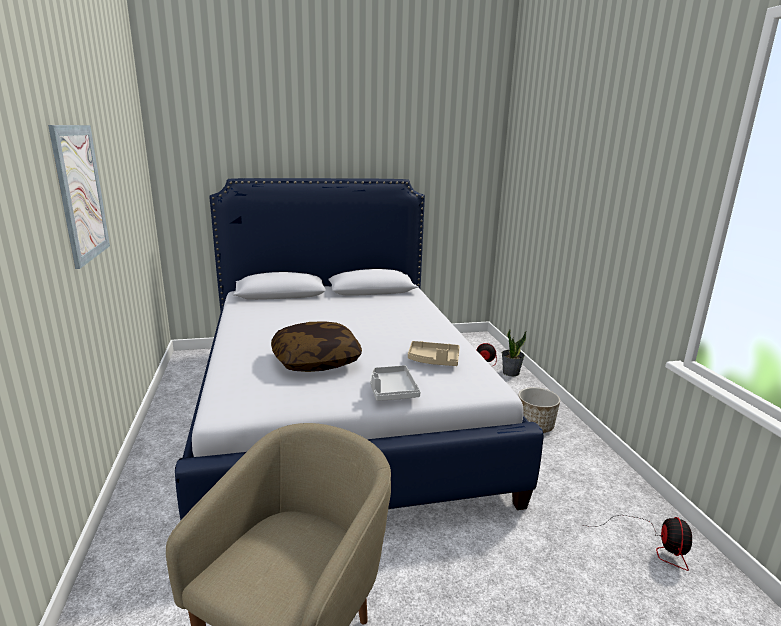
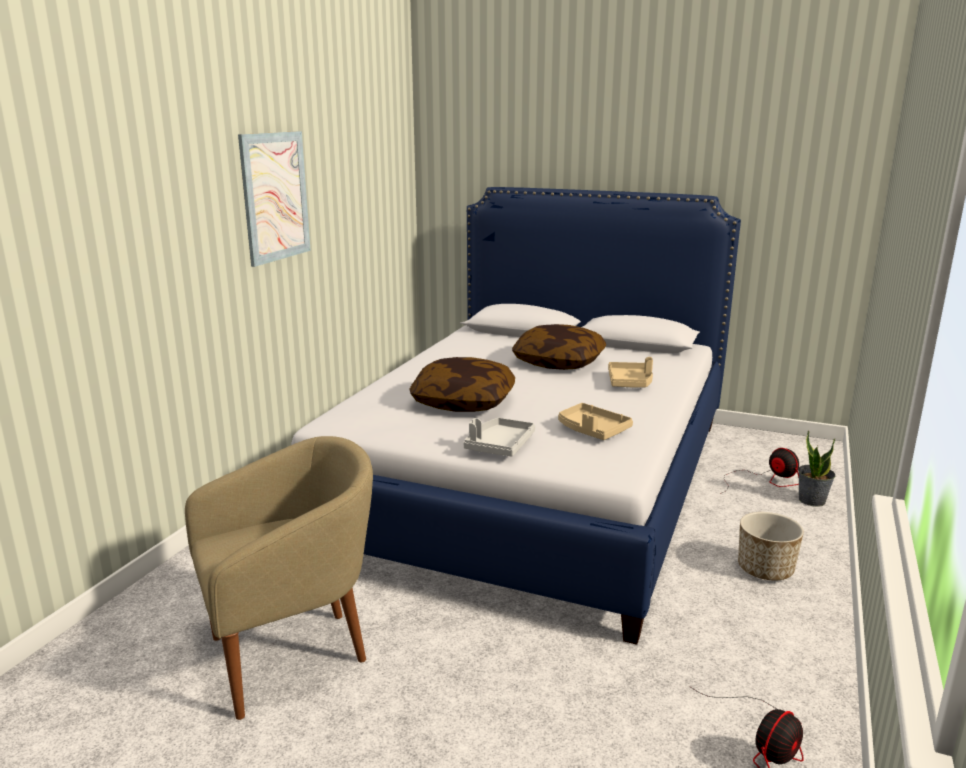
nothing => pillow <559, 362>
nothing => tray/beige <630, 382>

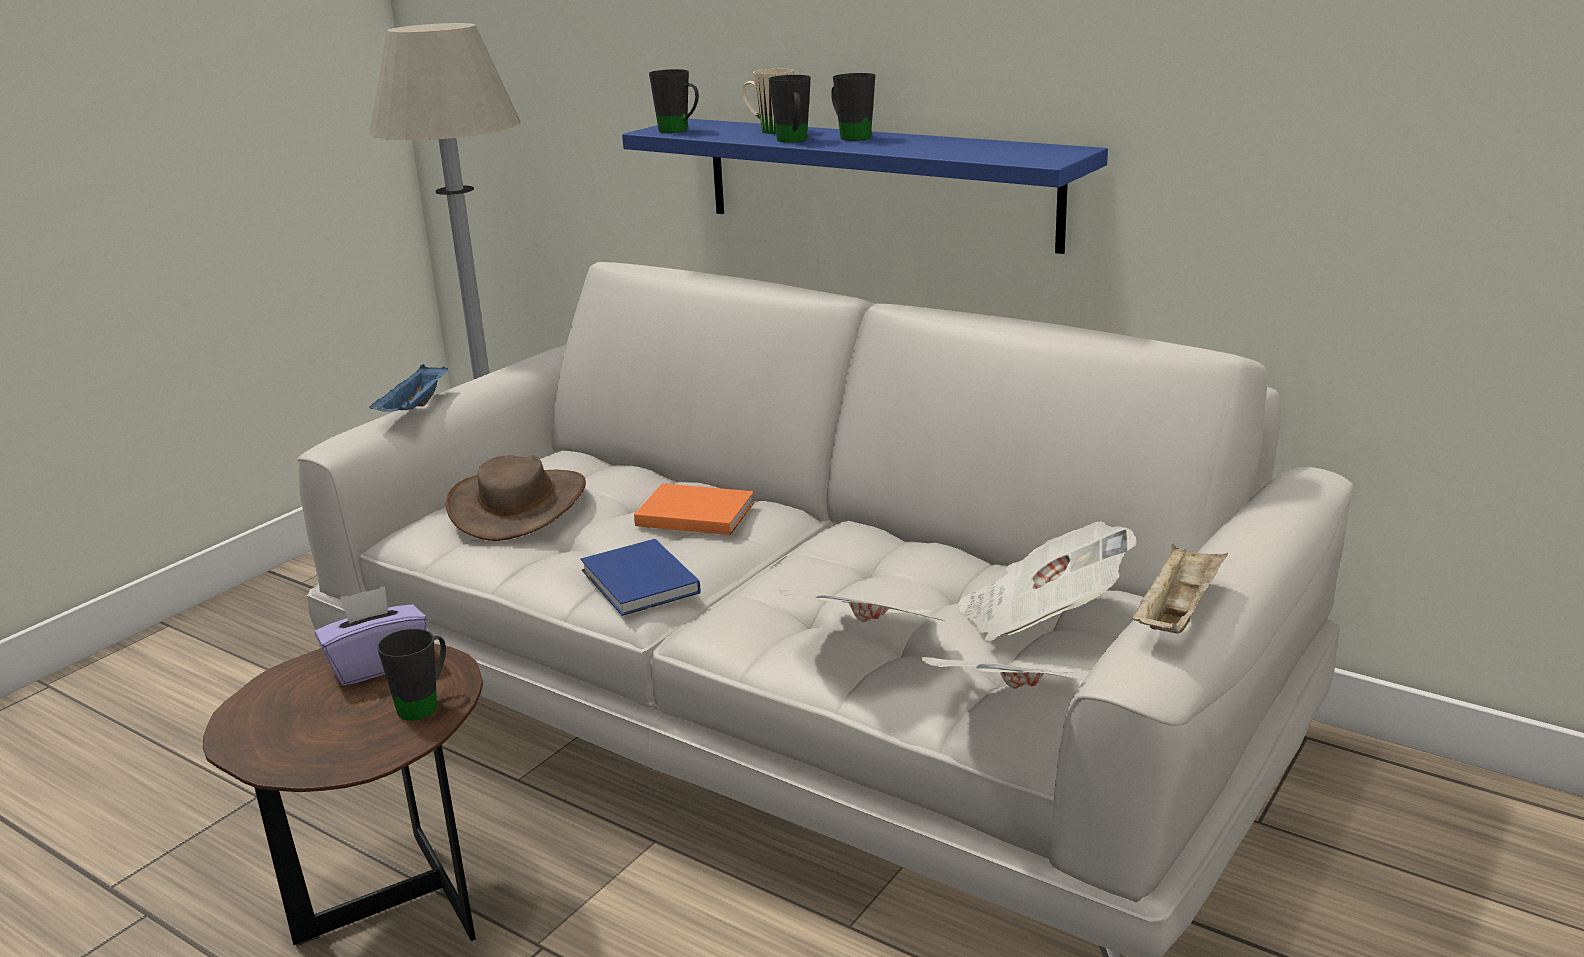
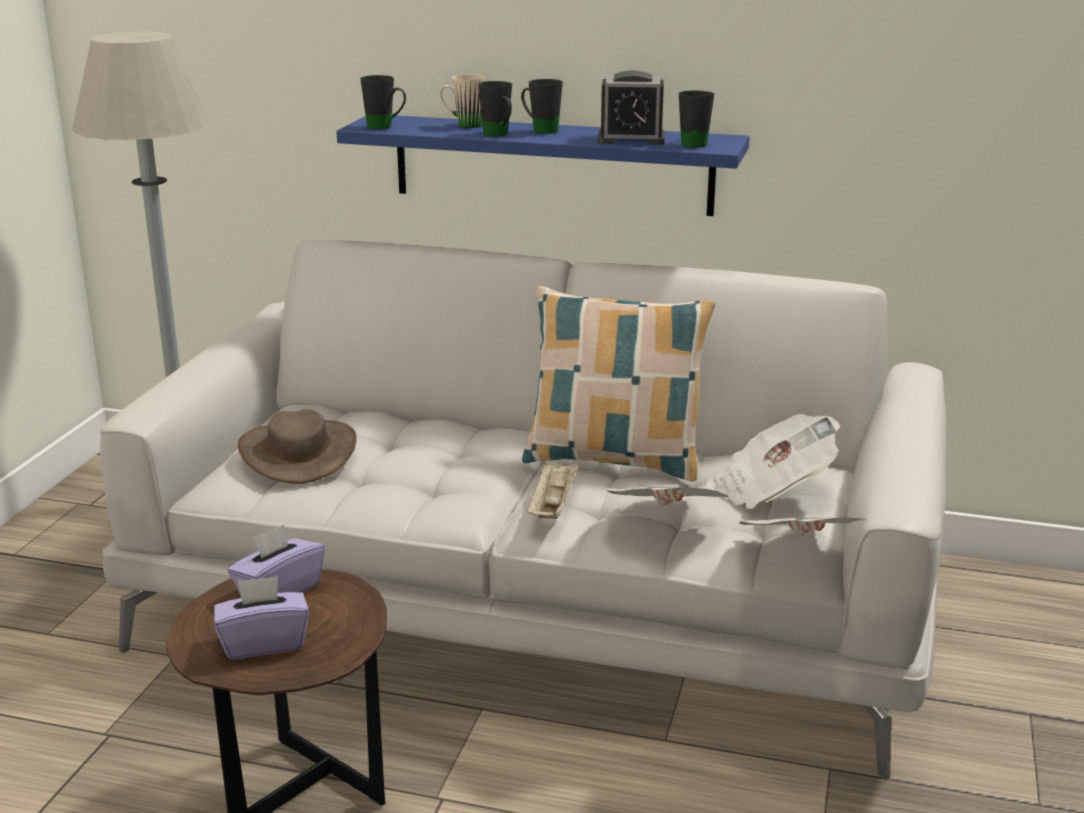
tray/blue <415, 409> => nothing
book/orange <693, 513> => nothing
book/blue <639, 583> => nothing
tray/beige <1177, 613> => tray/beige <552, 506>, shifted
mug/black <425, 704> => mug/black <694, 143>, shifted
nothing => alarm clock <631, 139>
nothing => pillow <614, 460>
nothing => tissue box/purple <264, 643>

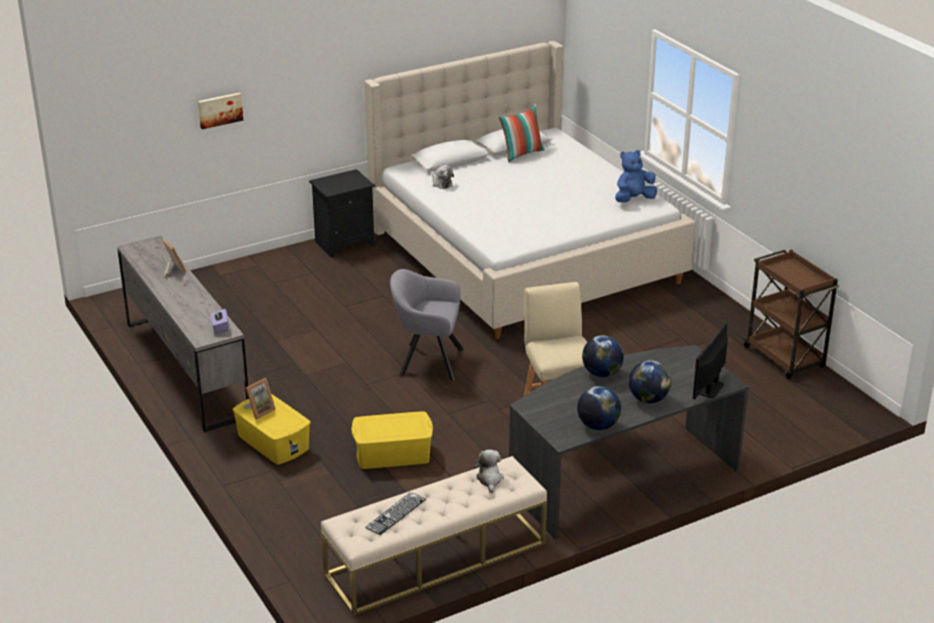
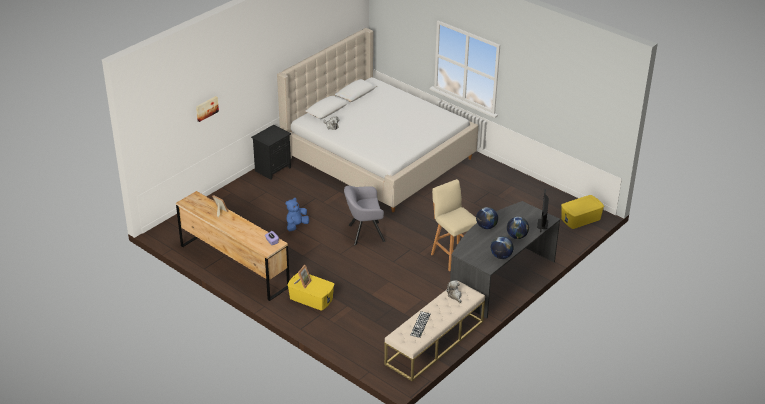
pillow <521, 154> => nothing
plush toy/blue <633, 199> => plush toy/blue <296, 226>, shifted
dresser/grey <186, 369> => dresser/brown <234, 266>
cart/brown <785, 358> => nothing
storage box/yellow <393, 455> => storage box/yellow <581, 219>, shifted

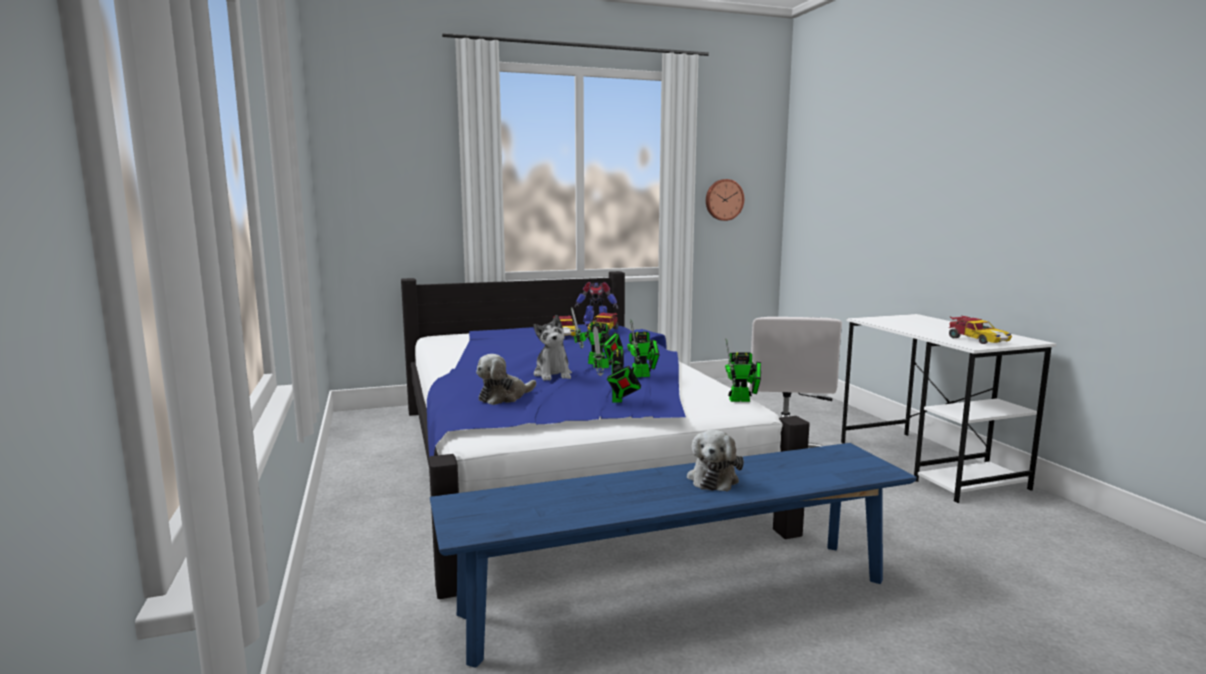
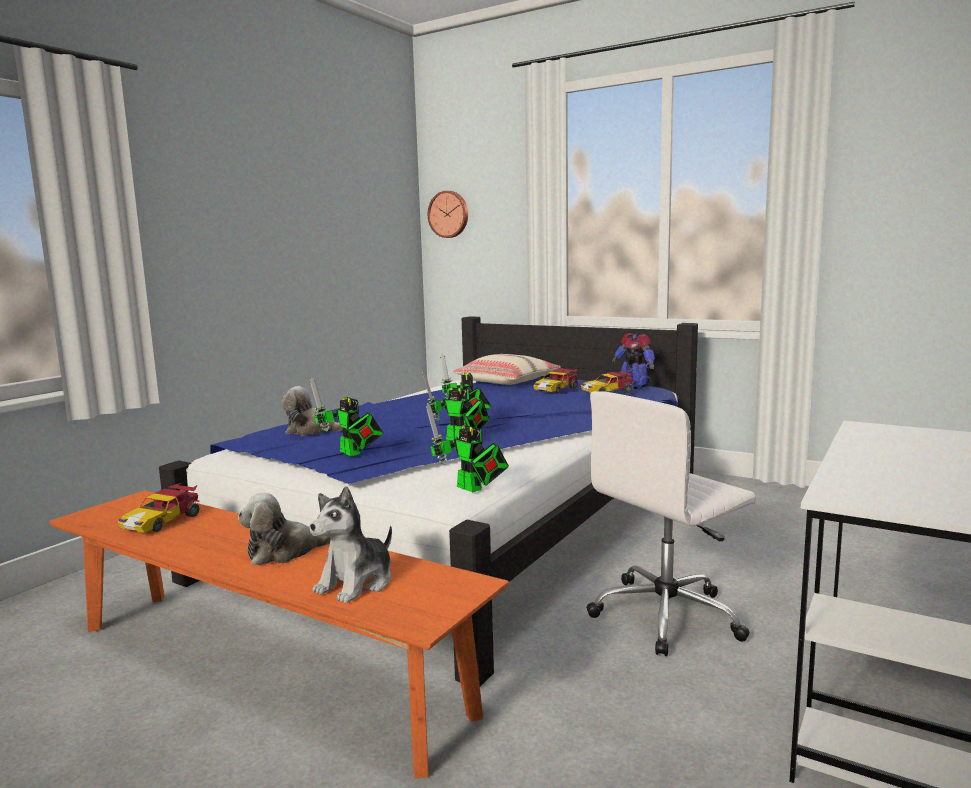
wall clock <723, 200> => wall clock <449, 214>, shifted
plush toy <553, 375> => plush toy <356, 583>, shifted
toy car <976, 340> => toy car <163, 522>, shifted
toy robot <617, 400> => toy robot <352, 453>, 90 degrees counterclockwise
bench/blue <679, 597> => bench/orange <262, 668>
nothing => pillow/beige <507, 381>

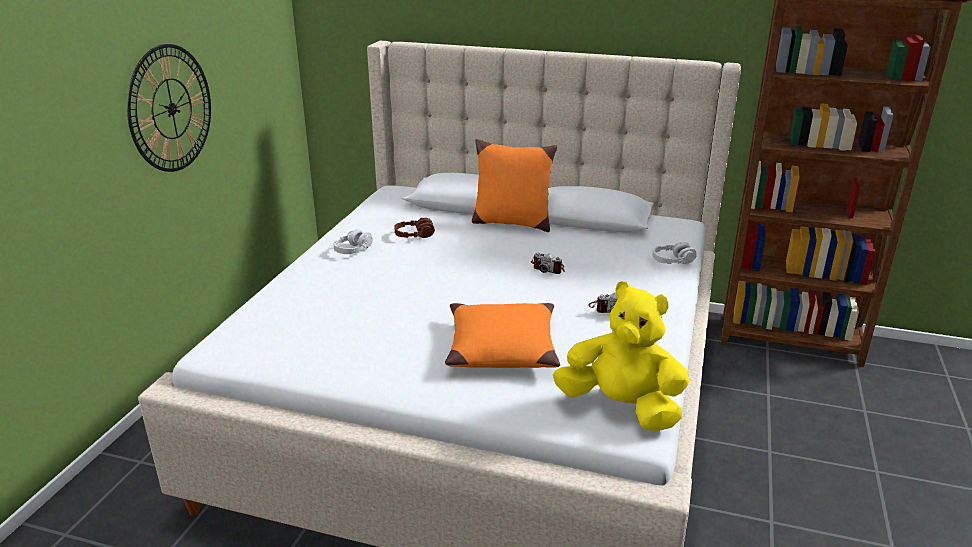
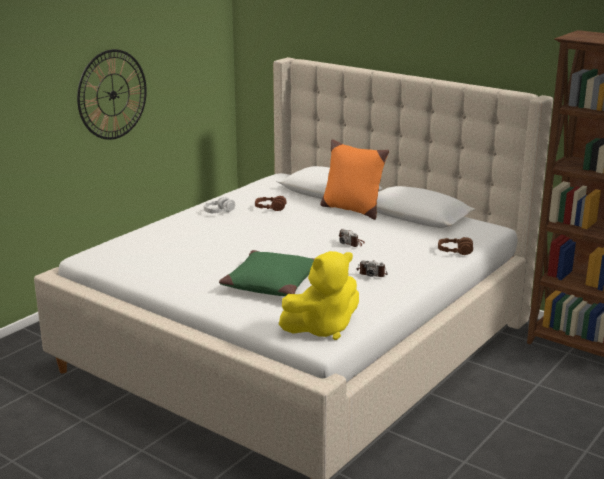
headphones/grey <672, 261> => headphones/brown <455, 251>
plush toy/yellow <621, 407> => plush toy/yellow <322, 328>, 105 degrees clockwise
pillow/orange <501, 348> => pillow/green <271, 283>

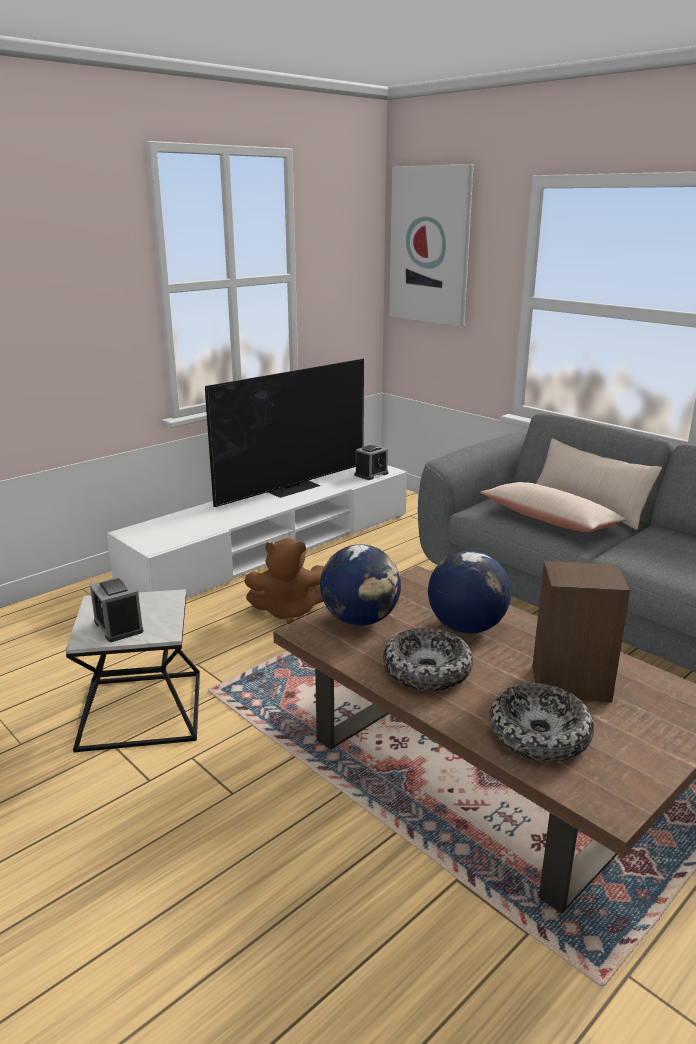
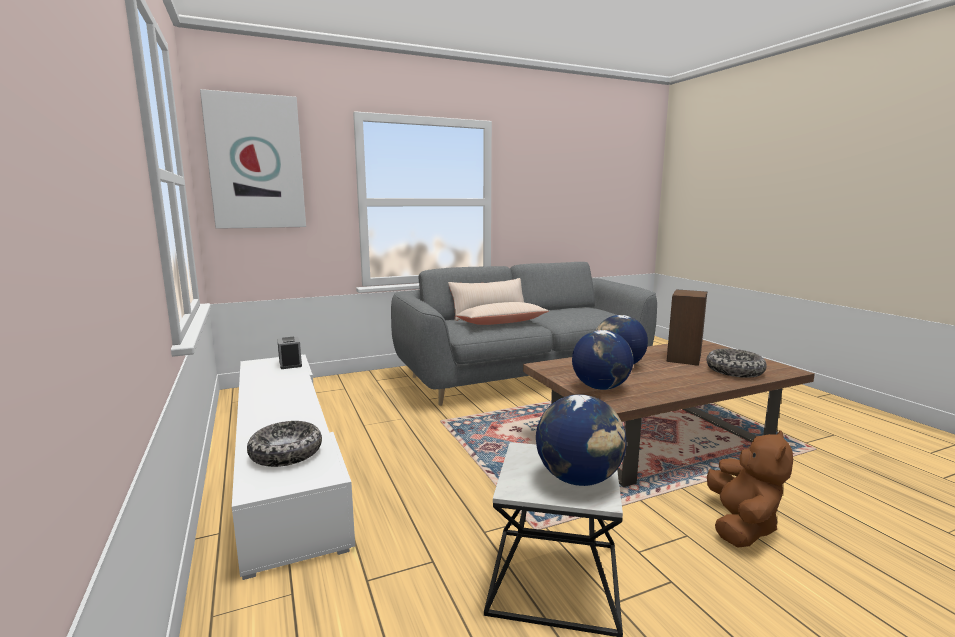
television <293, 487> => nothing
plush toy/brown <289, 611> => plush toy/brown <741, 525>, shifted
alarm clock <118, 626> => globe <579, 479>
bowl <427, 671> => bowl <286, 453>, shifted

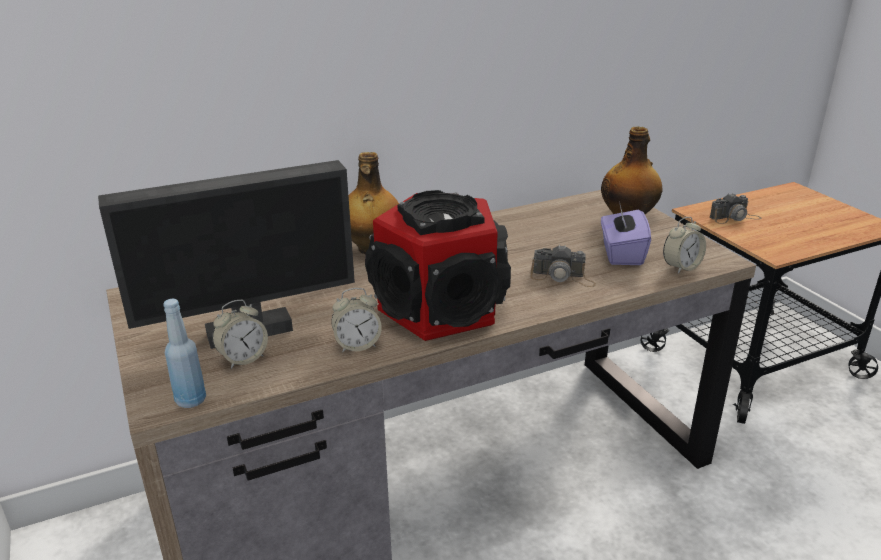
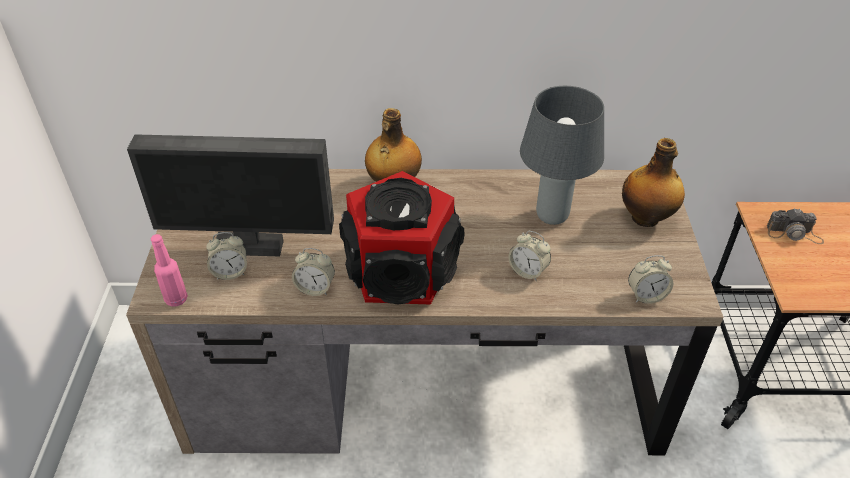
tissue box/purple <621, 254> => nothing
photo camera <563, 277> => alarm clock <528, 271>
bottle/blue <191, 400> => bottle/pink <176, 299>
nothing => table lamp/grey <552, 216>

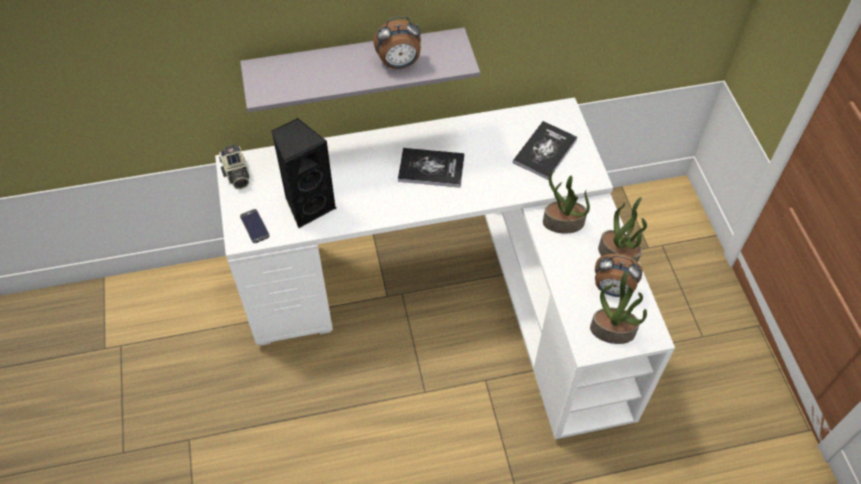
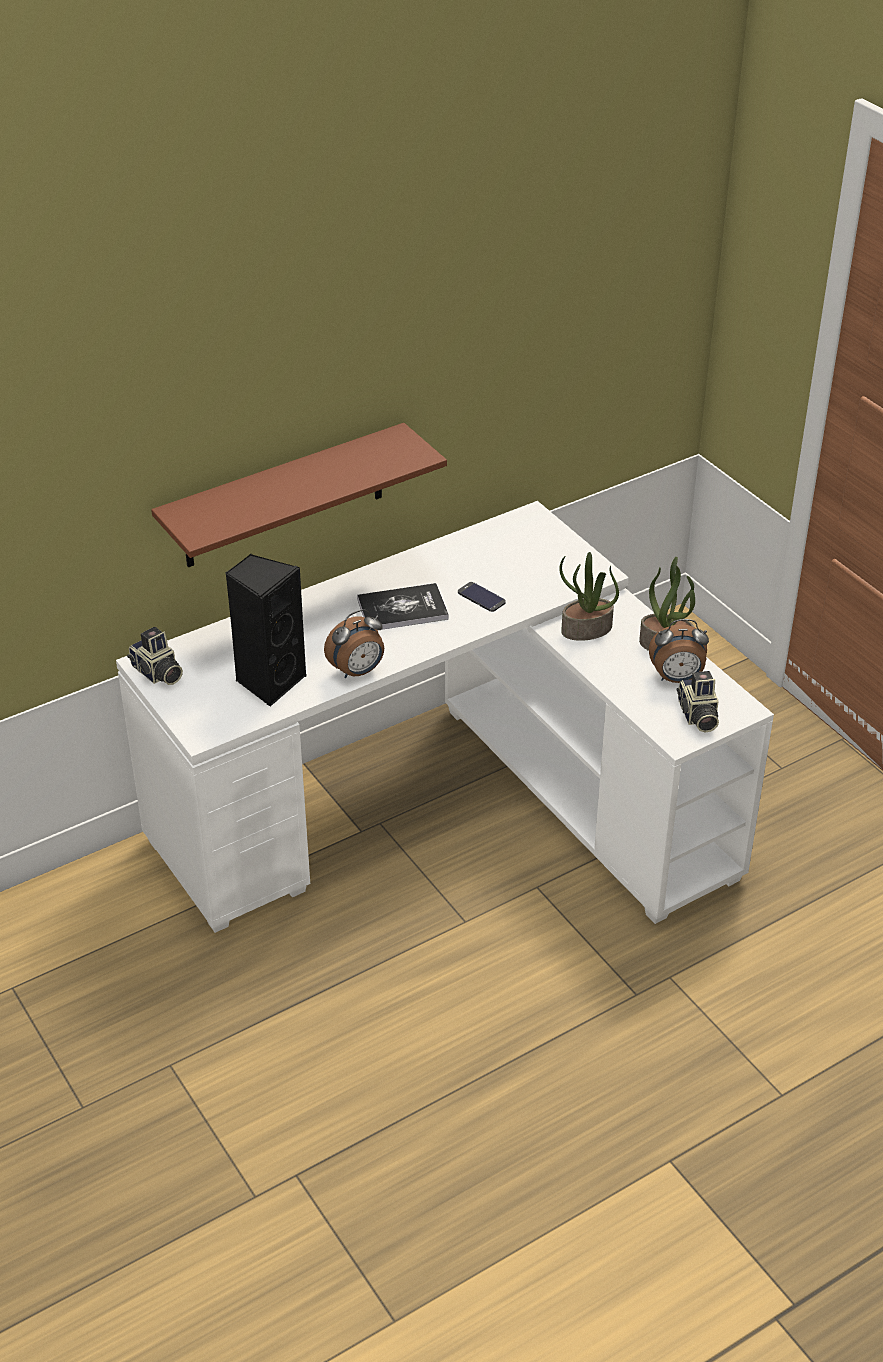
alarm clock <399, 64> => alarm clock <357, 671>, shifted
shelf/grey <356, 66> => shelf/brown <283, 497>
book <545, 151> => nothing
phone <254, 226> => phone <481, 597>, shifted
potted plant <613, 330> => photo camera <697, 716>

